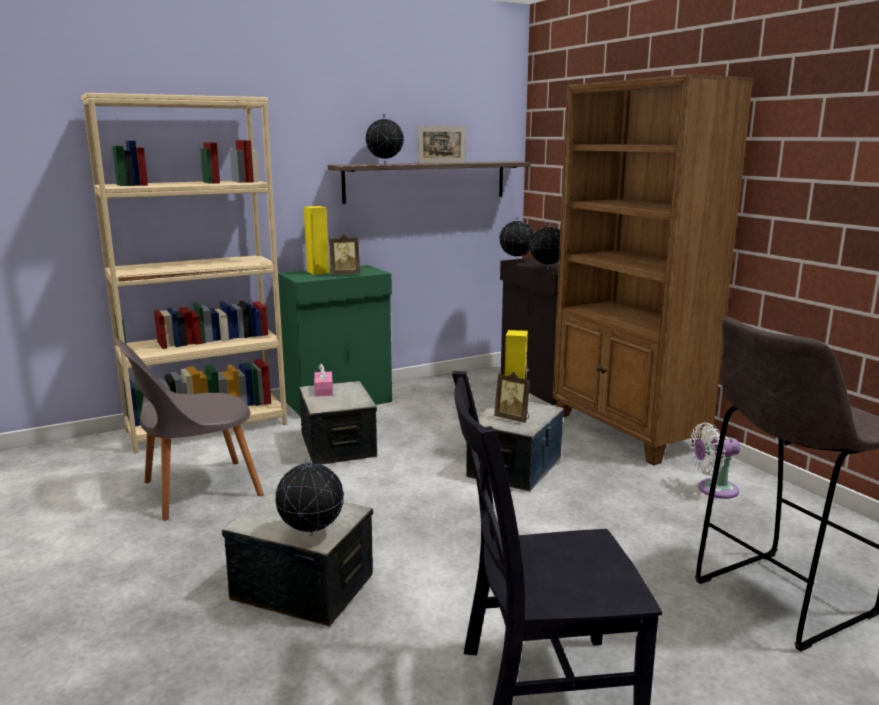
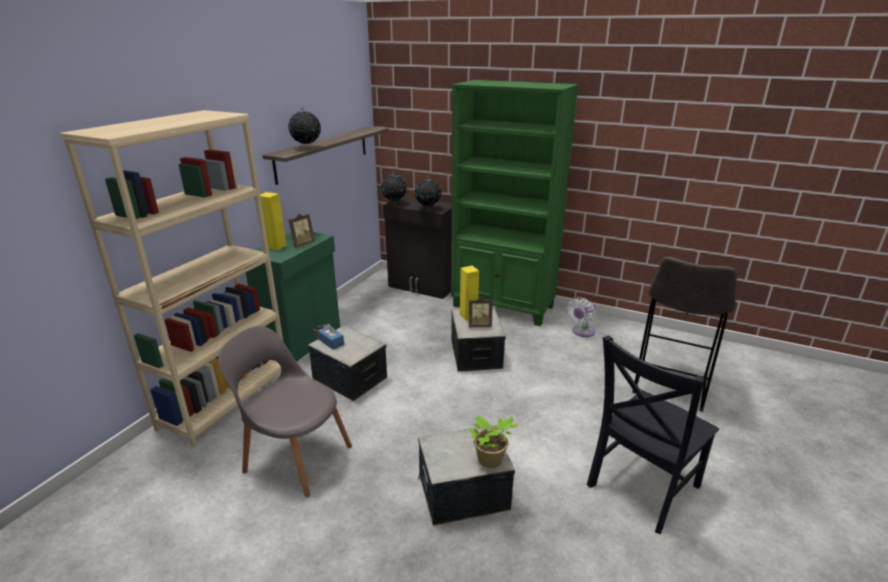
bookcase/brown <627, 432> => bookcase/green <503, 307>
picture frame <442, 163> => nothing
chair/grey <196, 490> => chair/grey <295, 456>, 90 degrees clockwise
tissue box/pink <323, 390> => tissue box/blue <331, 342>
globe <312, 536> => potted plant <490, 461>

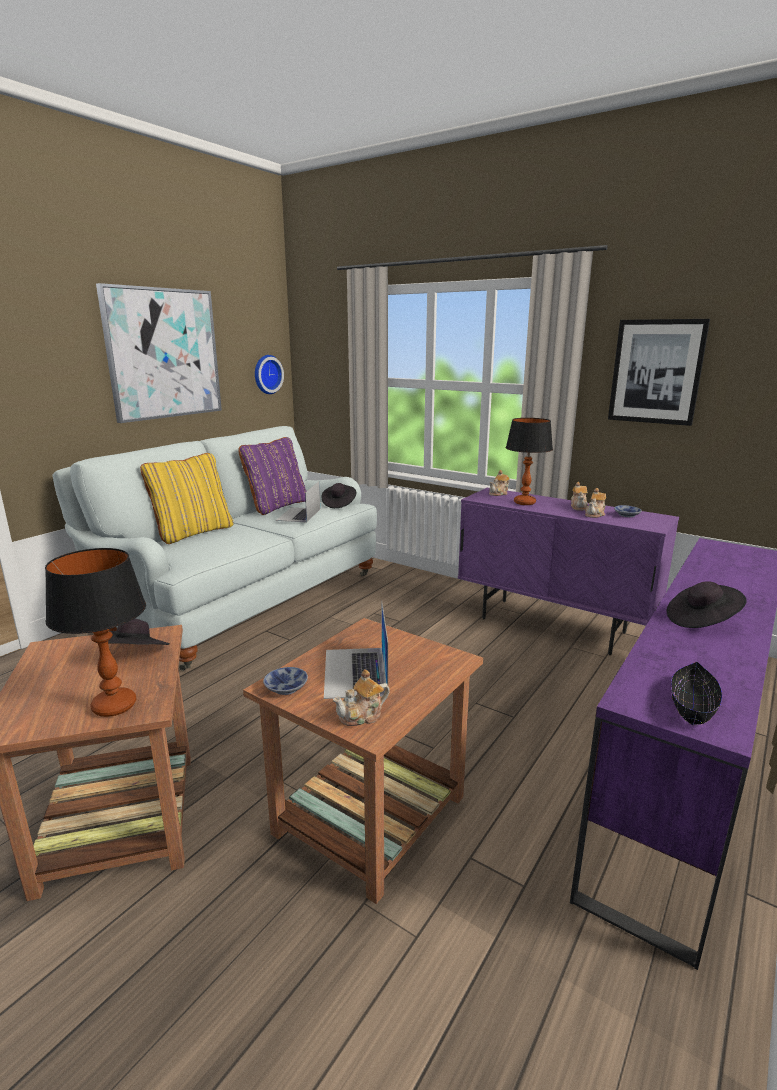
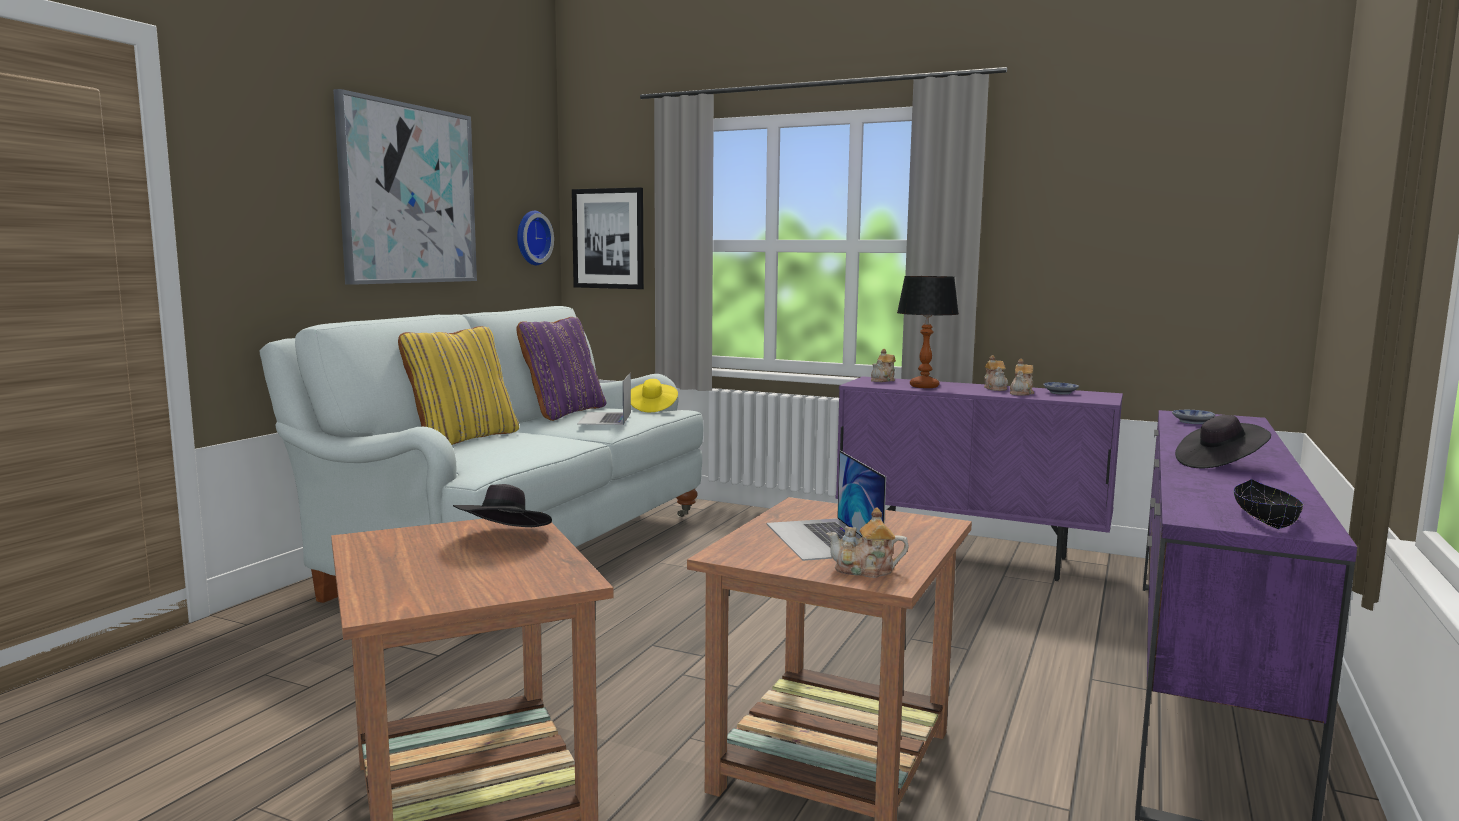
picture <656, 372> => picture <608, 238>, shifted
hat/black <338, 504> => hat/yellow <652, 408>
table lamp <113, 706> => nothing
bowl <287, 687> => bowl <1193, 422>, shifted
teapot <362, 716> => teapot <865, 570>, 45 degrees clockwise

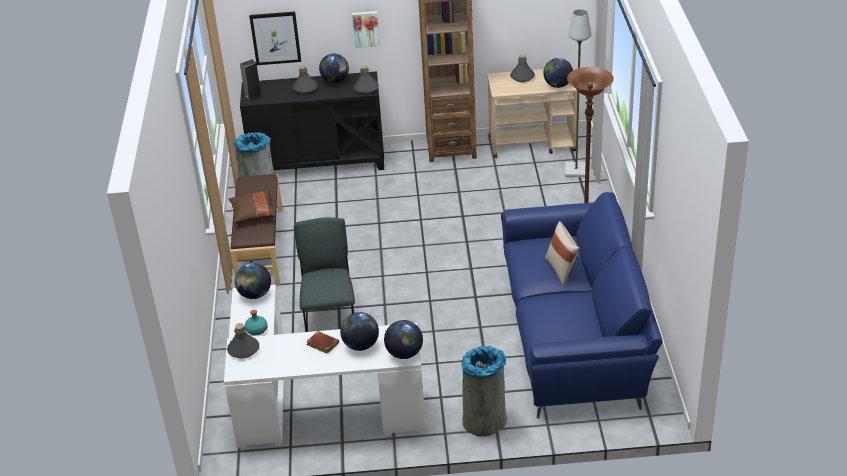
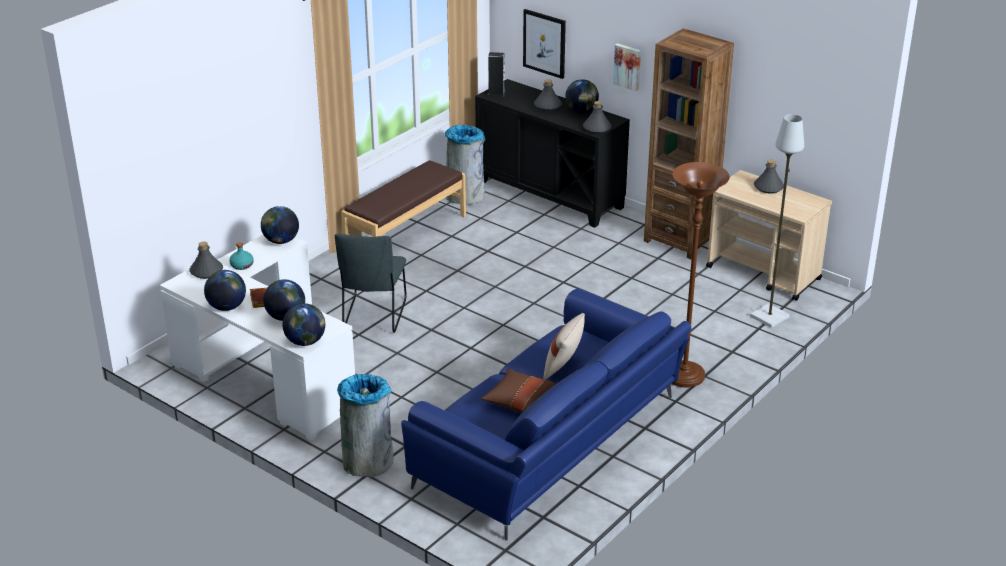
globe <557, 85> => globe <227, 307>, shifted
pillow/brown <253, 214> => pillow/brown <519, 401>, shifted
chair/grey <330, 320> => chair/grey <373, 316>, 150 degrees clockwise

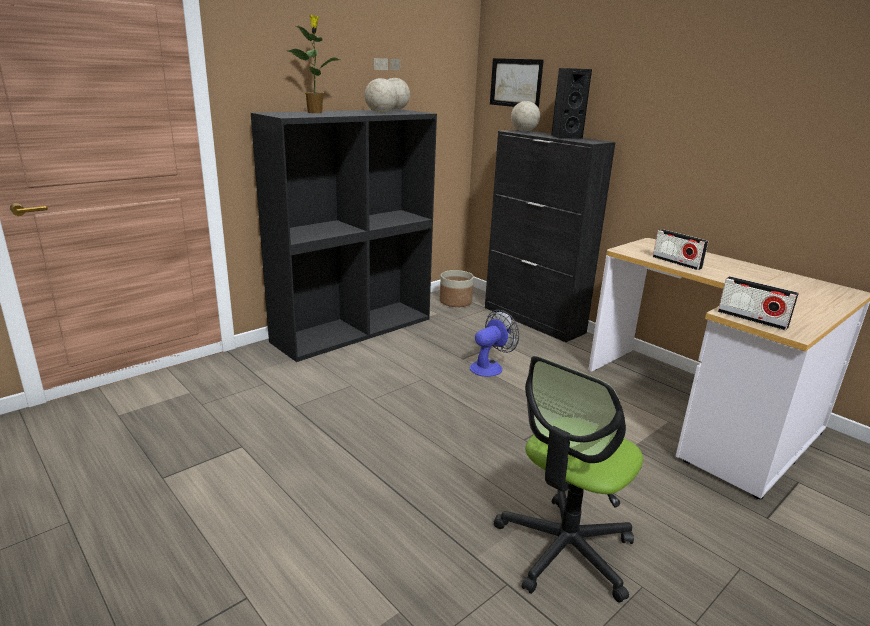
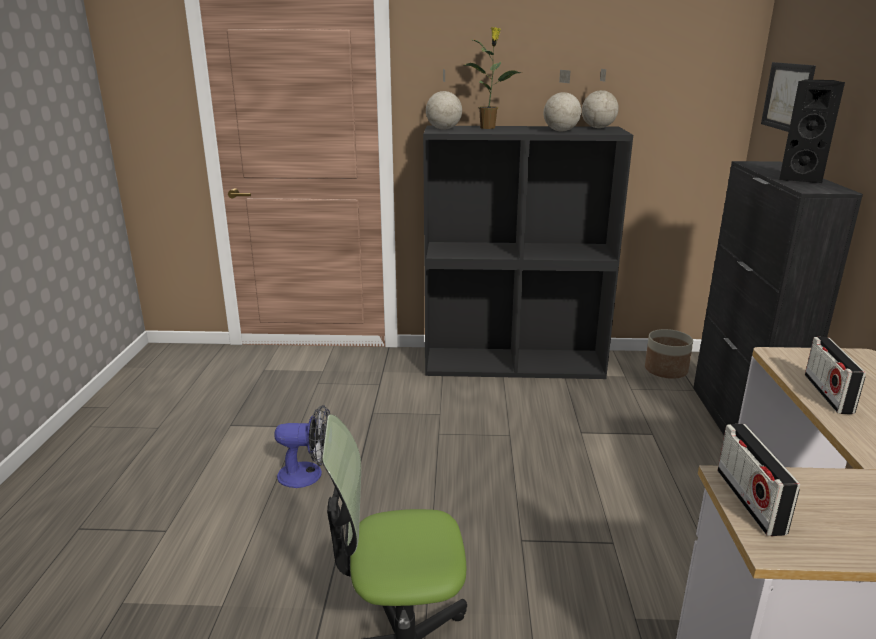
globe <524, 131> => globe <443, 129>, shifted
fan <490, 366> => fan <308, 475>, shifted

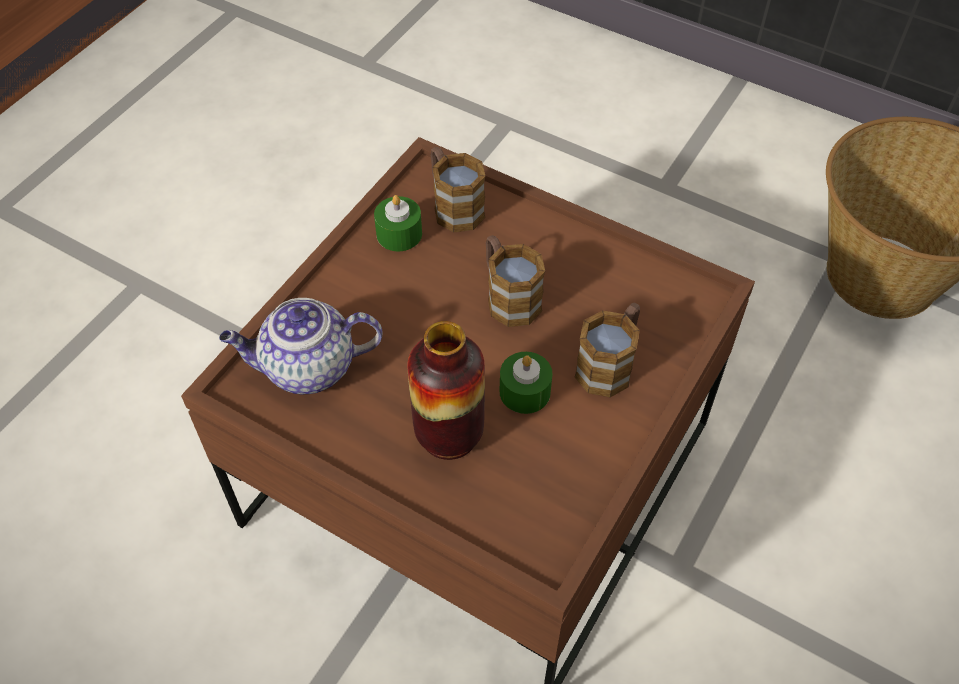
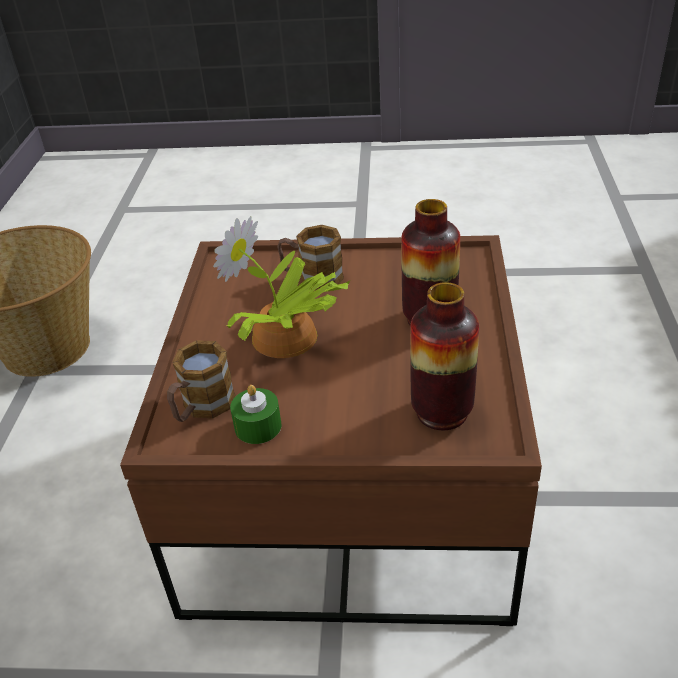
mug <508, 296> => potted plant <285, 339>
teapot <307, 368> => vase <442, 412>
candle/green <525, 392> => nothing

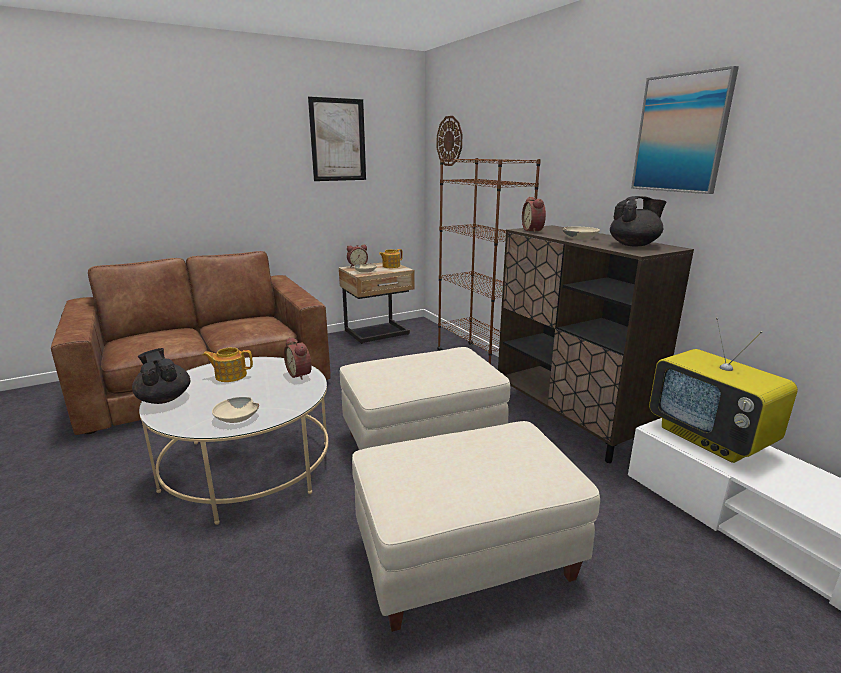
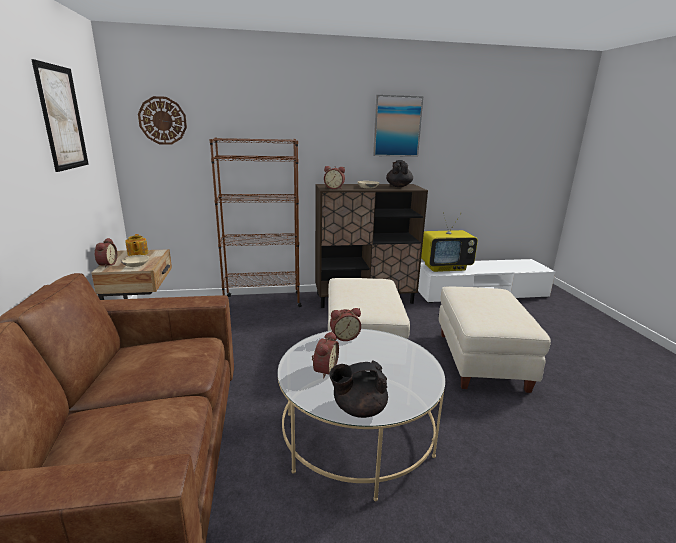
teapot <230, 375> => alarm clock <324, 370>
bowl/beige <237, 417> => nothing

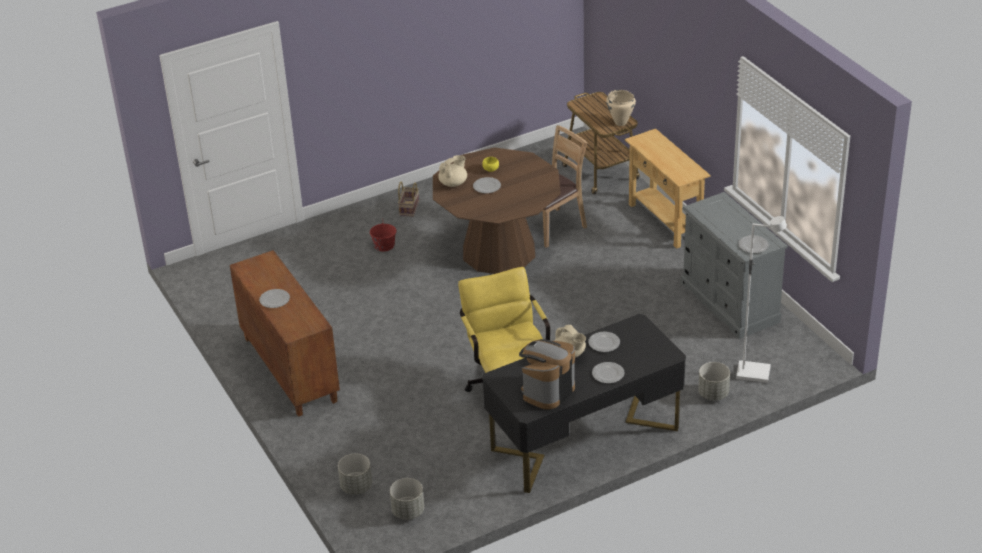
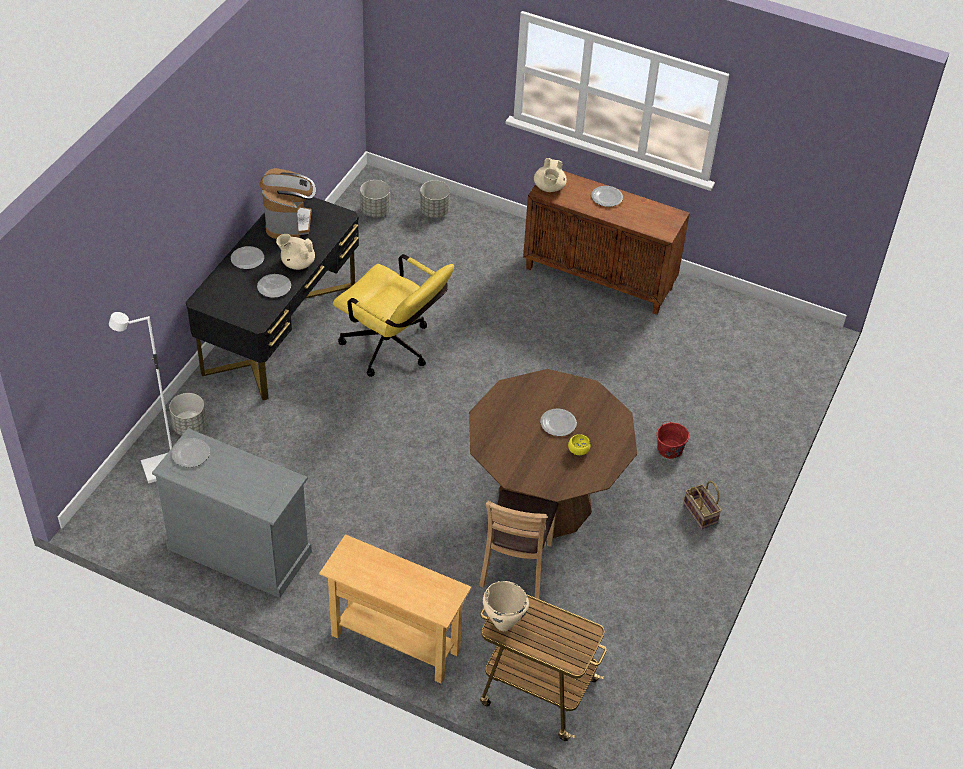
teapot/beige <453, 183> => teapot/beige <549, 188>, shifted

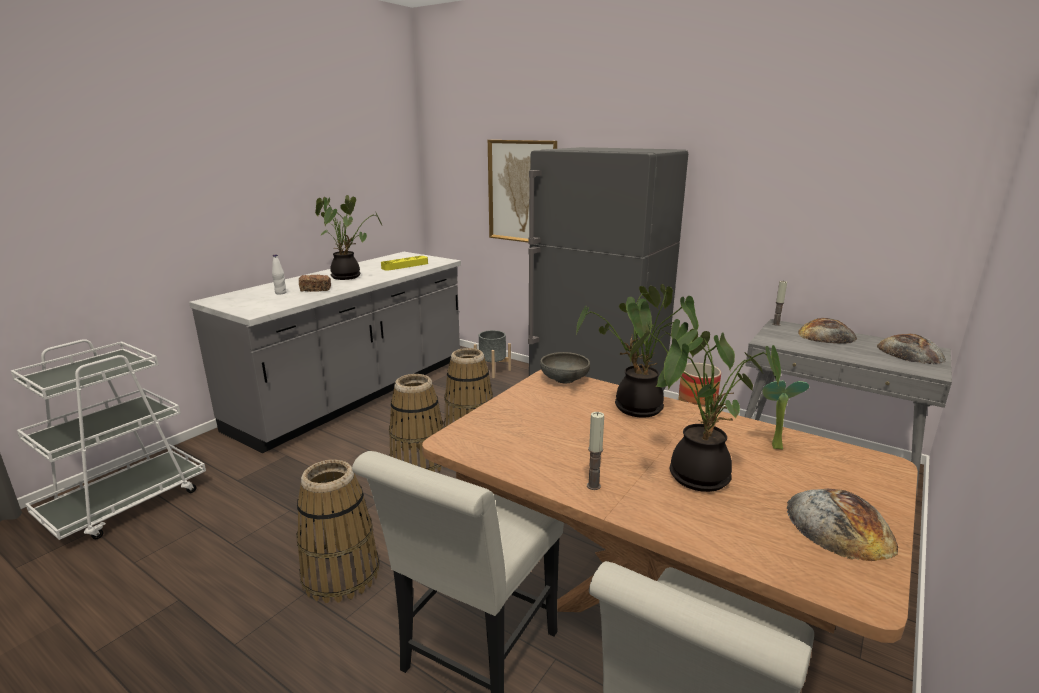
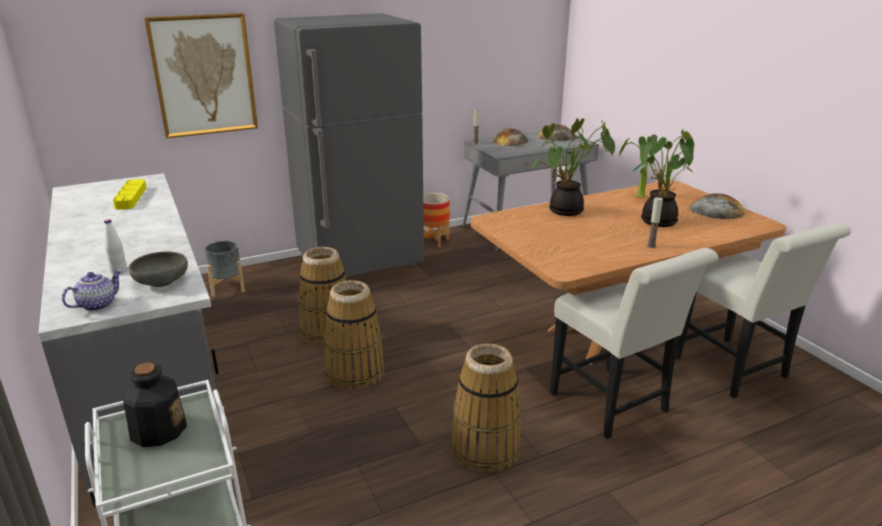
potted plant <348, 276> => nothing
bread <316, 289> => nothing
bowl/grey <564, 379> => bowl/grey <161, 282>, shifted
nothing => teapot <97, 304>
nothing => bottle <158, 430>

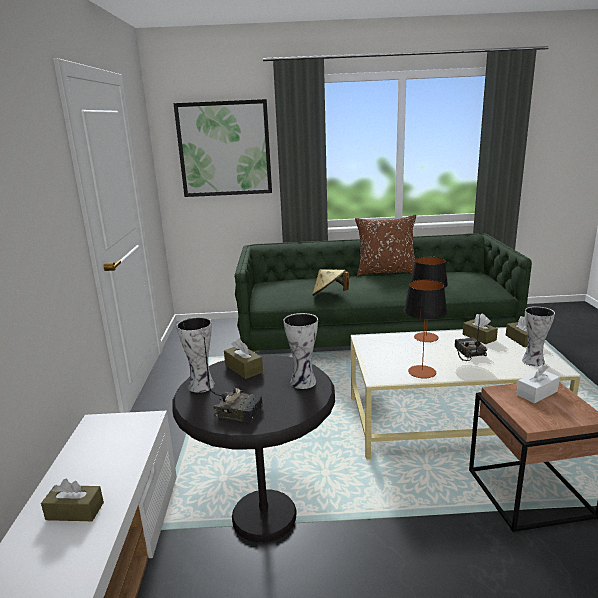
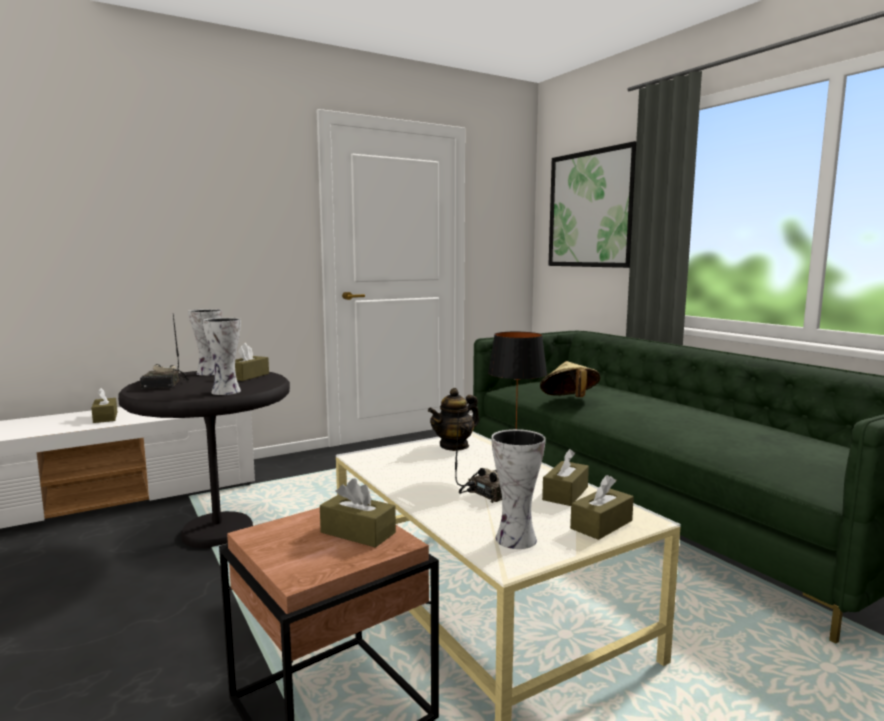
pillow/brown <386, 272> => nothing
table lamp <422, 372> => nothing
tissue box/white <536, 393> => tissue box/brown <358, 532>
nothing => teapot <454, 446>

